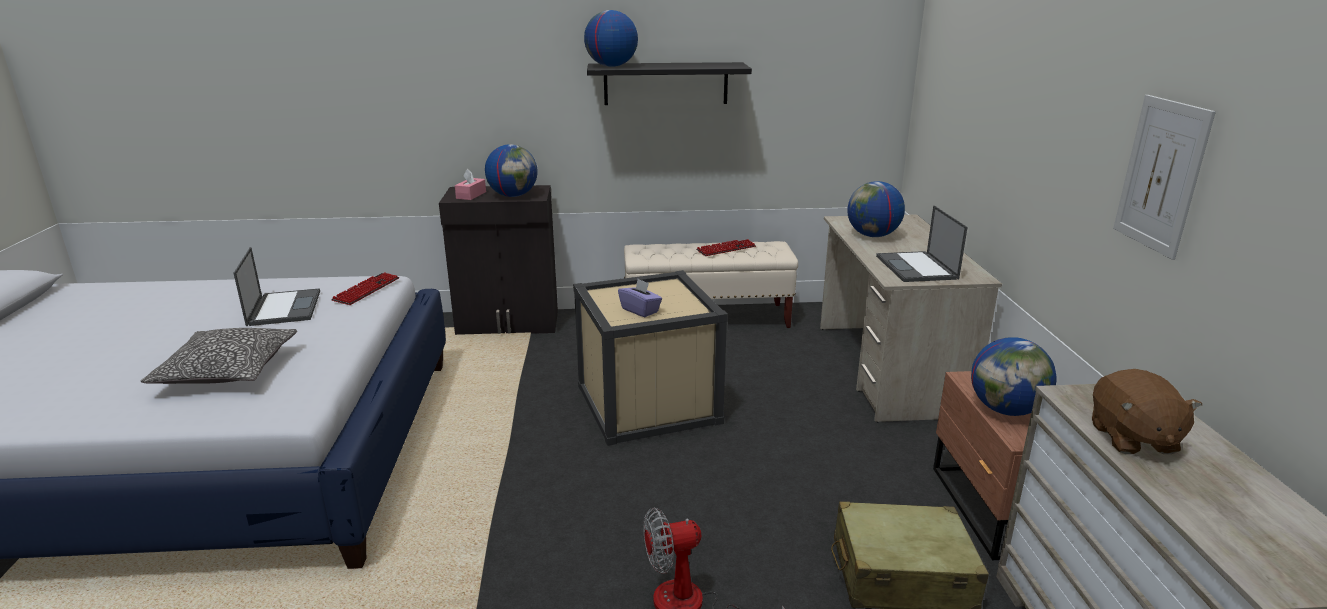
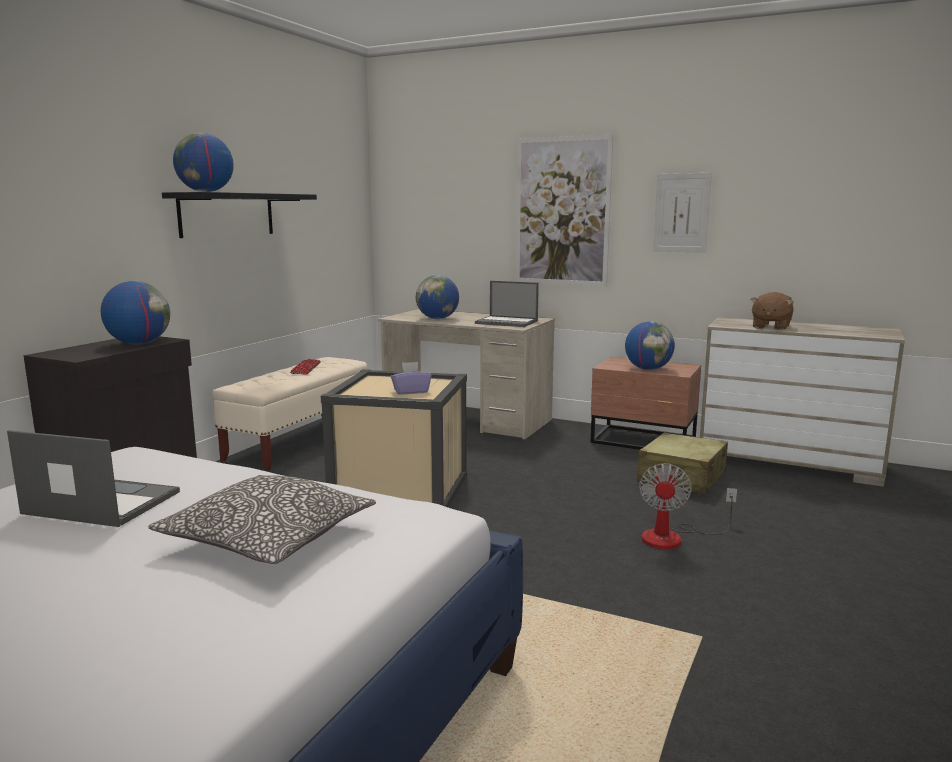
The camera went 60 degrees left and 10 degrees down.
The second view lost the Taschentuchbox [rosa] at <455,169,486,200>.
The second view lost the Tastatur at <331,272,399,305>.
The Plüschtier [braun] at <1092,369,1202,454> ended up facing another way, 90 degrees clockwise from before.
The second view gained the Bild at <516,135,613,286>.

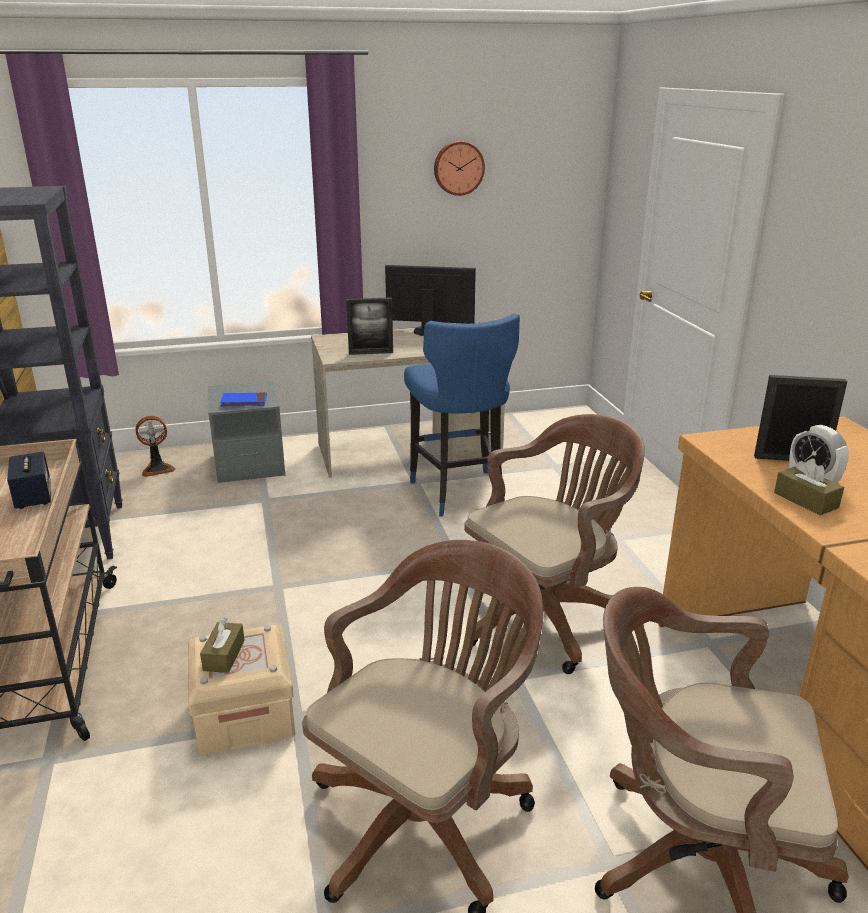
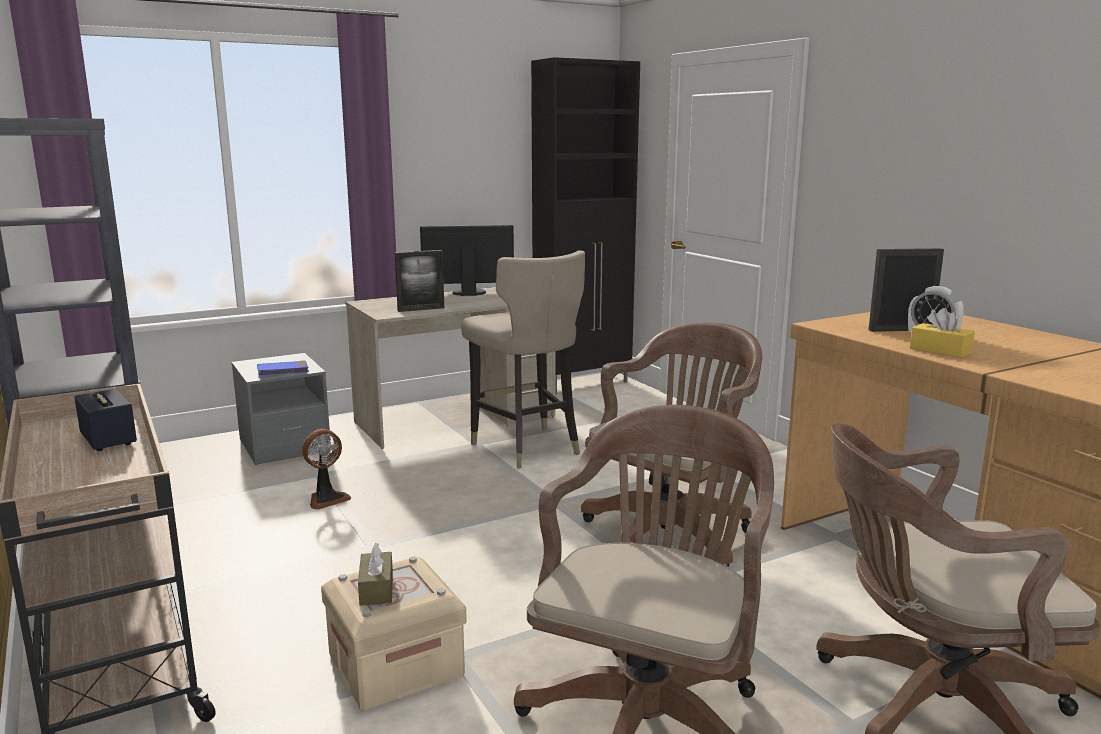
The camera went 15 degrees left and 10 degrees down.
The second view lost the Wanduhr at <434,141,485,196>.
What was the Hocker [blau] at <404,313,520,517> turned into the Hocker [beige] at <461,250,585,469>.
The Ventilator ended up elsewhere, having gone from <135,416,175,477> to <302,429,351,509>.
What was the Taschentuchbox [braun] at <774,458,844,515> turned into the Taschentuchbox [gelb] at <910,308,975,358>.
The second view gained the Schrank [schwarz] at <531,57,640,395>.

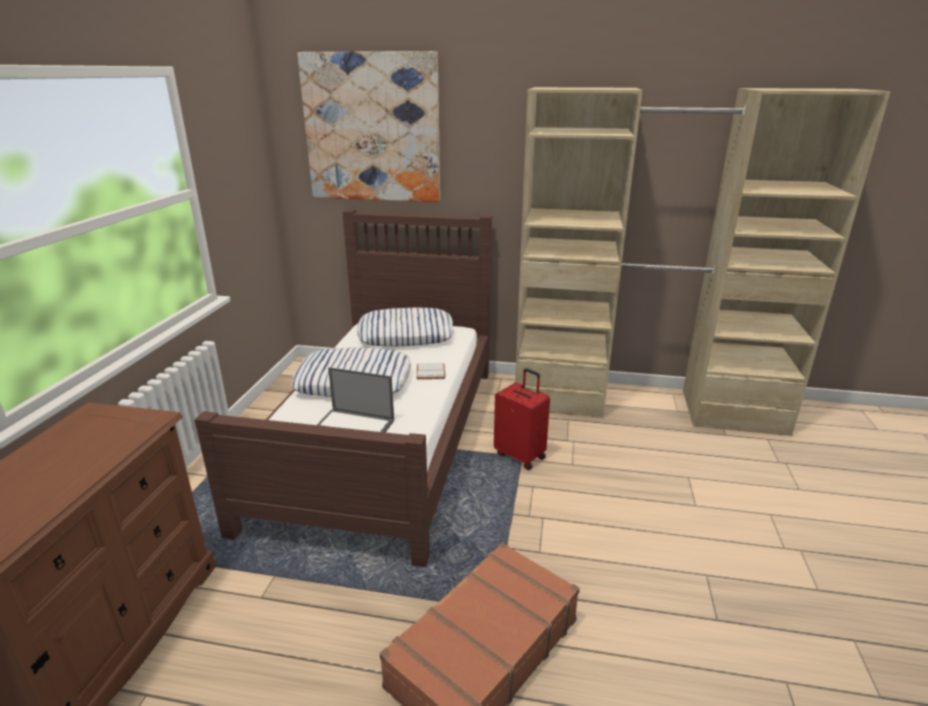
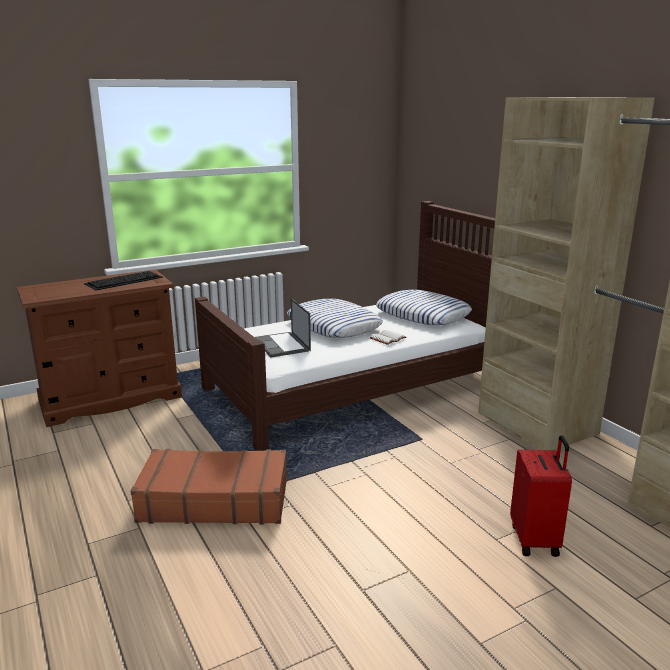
The camera went 50 degrees right and 5 degrees down.
The second view lost the Bild at <297,51,440,202>.
The Koffer [rot] ended up elsewhere, having gone from <494,368,550,470> to <510,435,572,557>.
The second view gained the Tastatur at <84,271,163,290>.

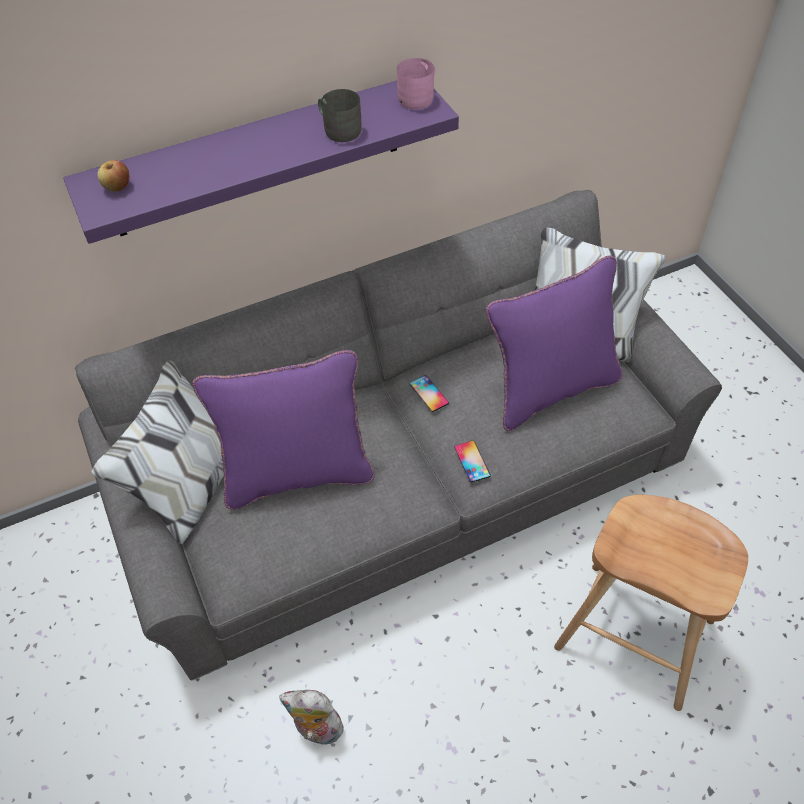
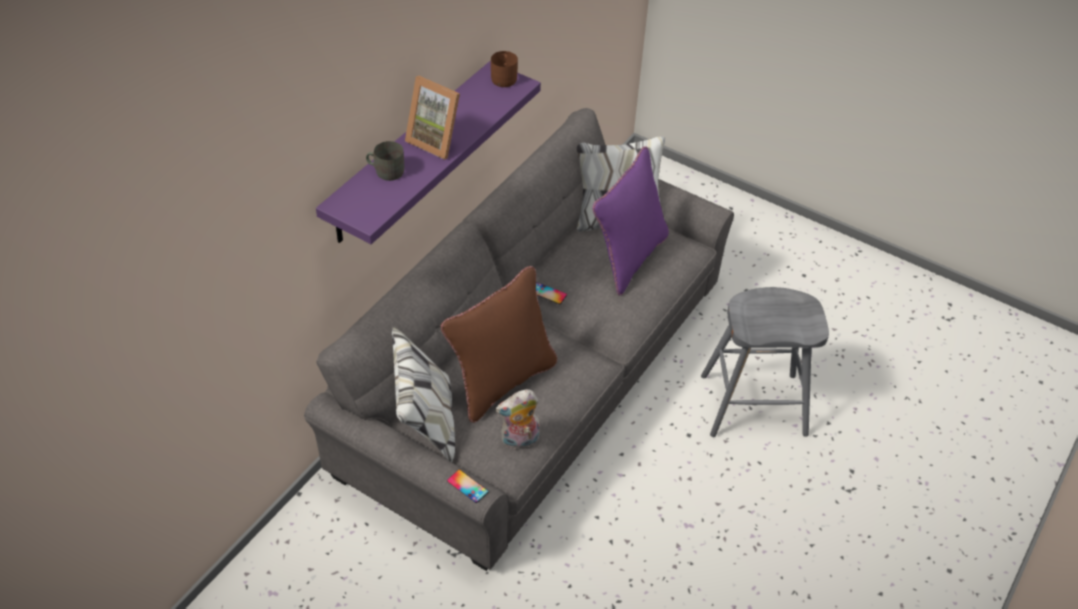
The camera went 35 degrees left and 5 degrees down.
What was the Henkelbecher [rosa] at <397,58,435,109> turned into the Henkelbecher [braun] at <491,51,518,87>.
The Henkelbecher [grau] ended up elsewhere, having gone from <318,89,362,142> to <366,141,404,181>.
The second view lost the Apfel at <97,160,129,192>.
What was the Kissen [lila] at <192,350,375,510> turned into the Kissen [braun] at <441,266,557,423>.
The Handy ended up elsewhere, having gone from <455,441,491,482> to <447,469,489,503>.
What was the Hocker [braun] at <554,495,748,711> turned into the Hocker [grau] at <701,287,829,437>.
The Plüschtier ended up elsewhere, having gone from <279,690,344,745> to <495,389,539,449>.
The second view gained the Bilderrahmen at <405,76,460,160>.

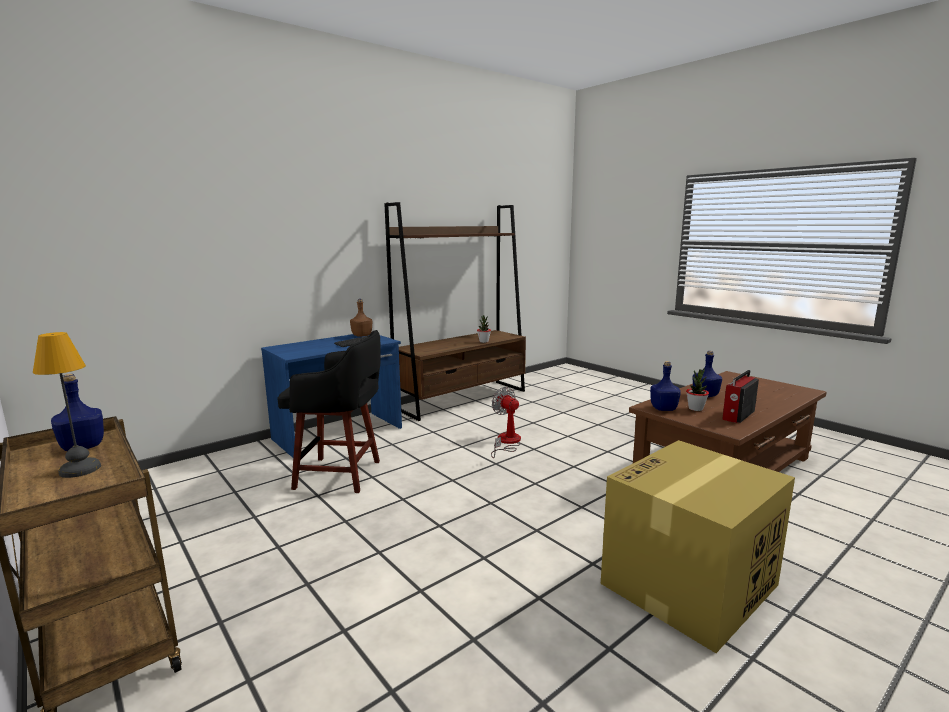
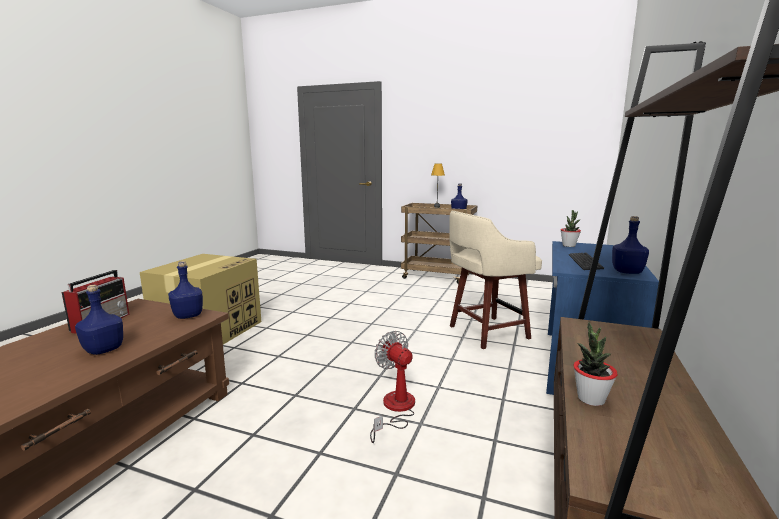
The camera went 150 degrees right and 0 degrees up.
What was the Flasche [braun] at <350,299,372,337> turned into the Flasche [blau] at <612,216,649,274>.
What was the Hocker [schwarz] at <277,330,381,493> turned into the Hocker [beige] at <449,210,542,349>.
The Topfpflanze ended up elsewhere, having gone from <686,368,709,411> to <561,210,581,247>.
The Ventilator at <491,387,521,458> ended up facing another way, 150 degrees counterclockwise from before.

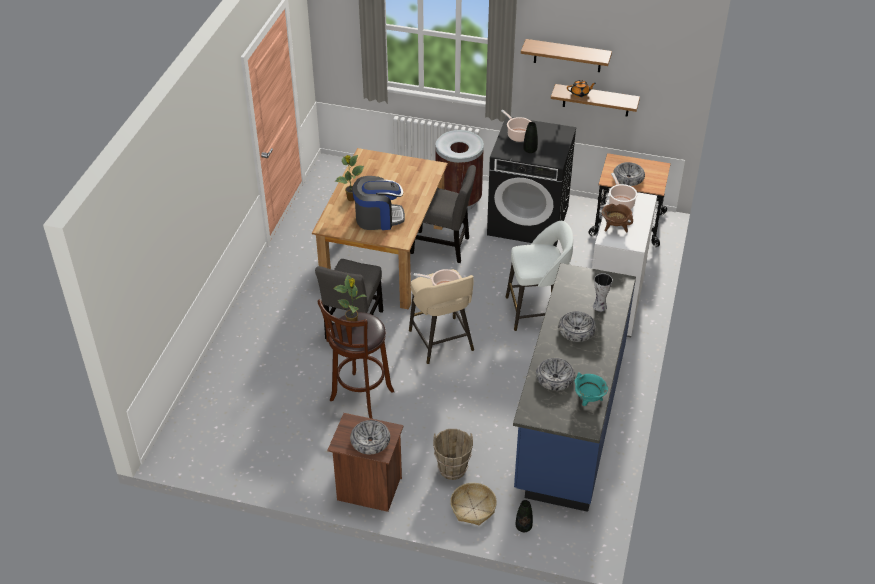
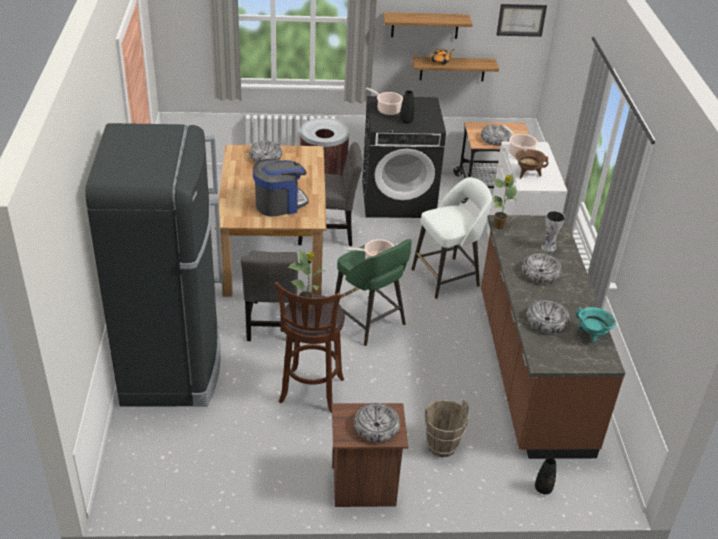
The camera went 20 degrees left and 5 degrees down.
The Topfpflanze ended up elsewhere, having gone from <335,155,364,201> to <493,174,517,229>.
What was the Küchenzeile [blau] at <513,263,636,512> turned into the Küchenzeile [braun] at <481,215,625,459>.
What was the Hocker [beige] at <409,269,474,364> turned into the Hocker [grün] at <335,239,412,346>.
The second view lost the Korb at <451,483,497,525>.
The second view gained the Bild at <496,4,547,37>.
The second view gained the Kühlschrank [schwarz] at <85,123,223,407>.
The second view gained the Schüssel at <249,141,283,162>.

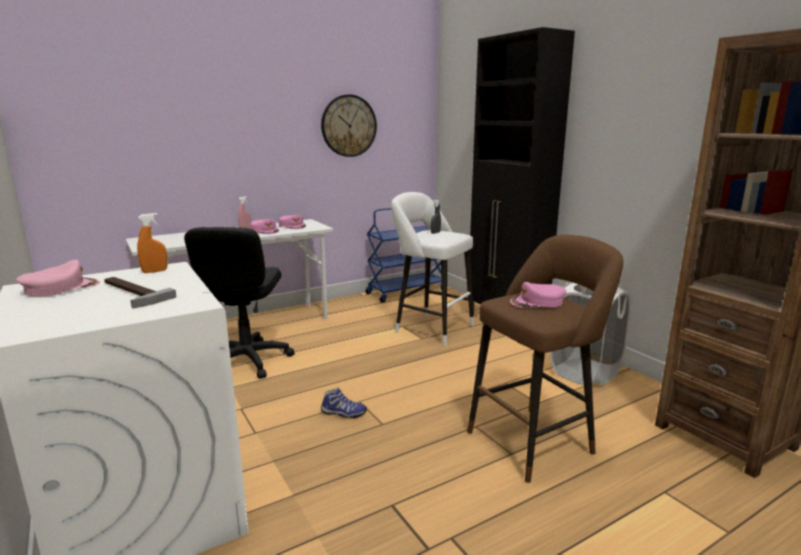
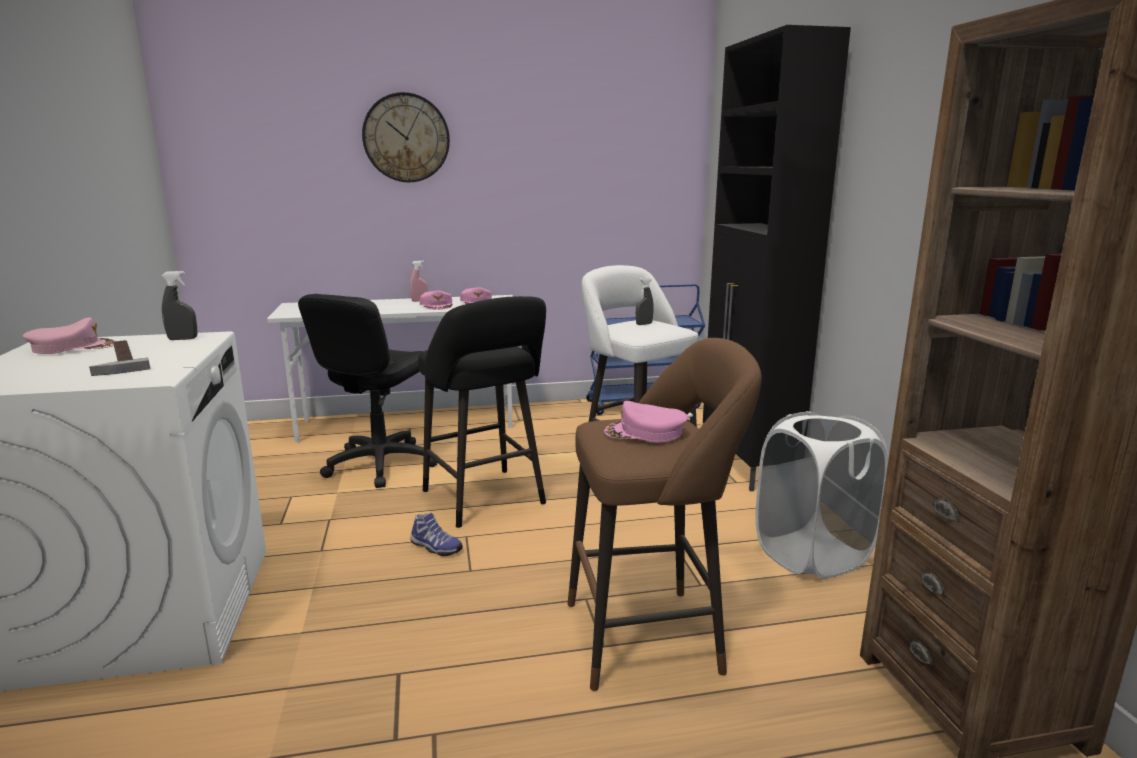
The camera went 20 degrees right and 0 degrees up.
The Wanduhr ended up elsewhere, having gone from <321,94,377,157> to <362,92,450,182>.
What was the Sprühflasche [orange] at <137,213,167,273> turned into the Sprühflasche [grau] at <161,271,197,340>.
The second view gained the Hocker [schwarz] at <418,296,546,528>.

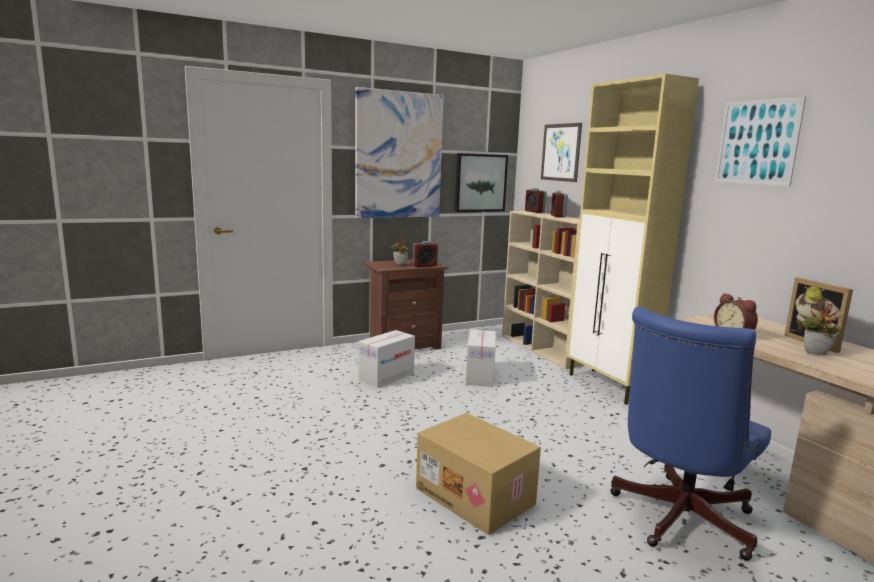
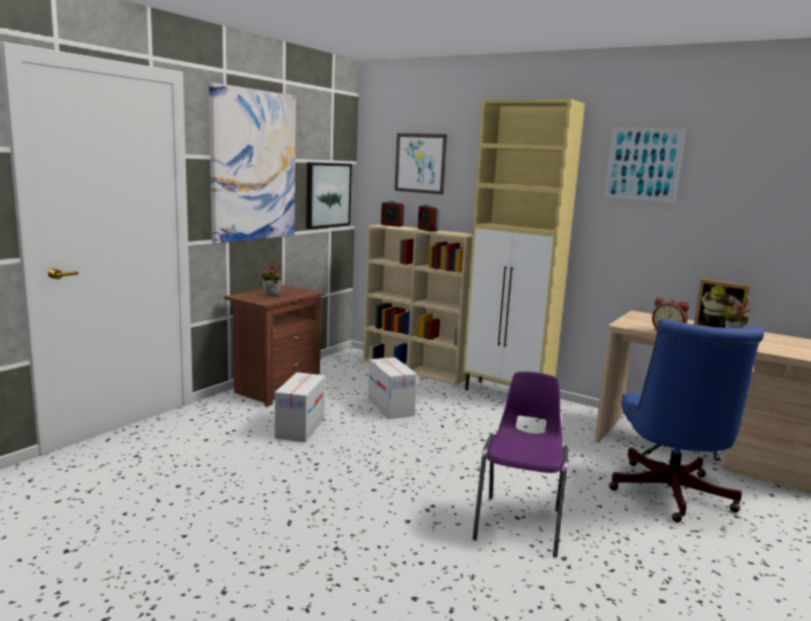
The camera went 30 degrees left and 0 degrees up.
The second view lost the Wecker at <413,241,438,267>.
Where the Karton stood at <416,413,541,535>, the Stuhl [lila] came to stand at <473,372,568,557>.

